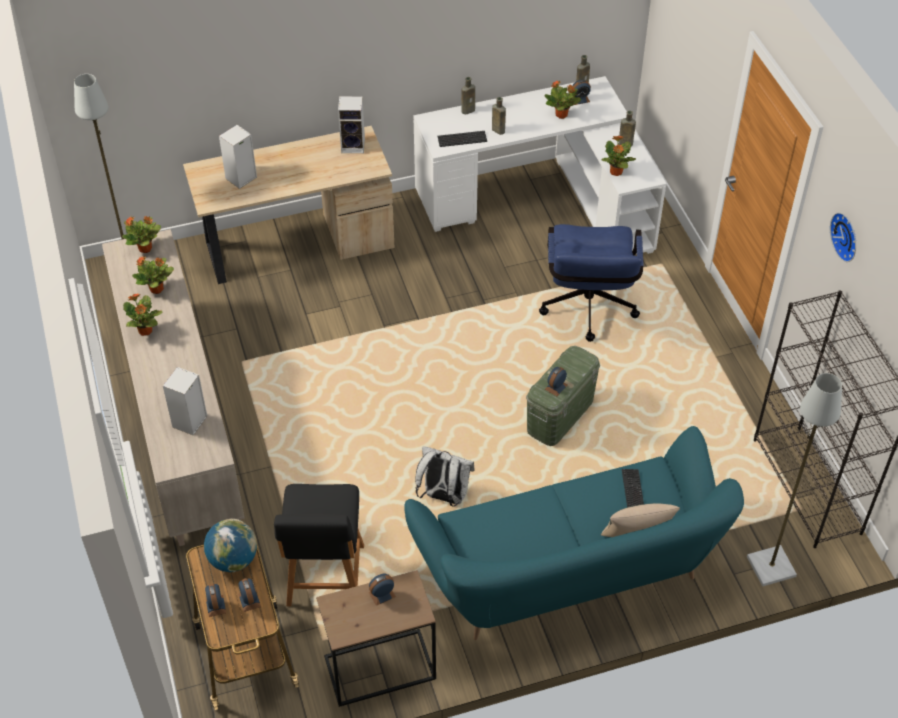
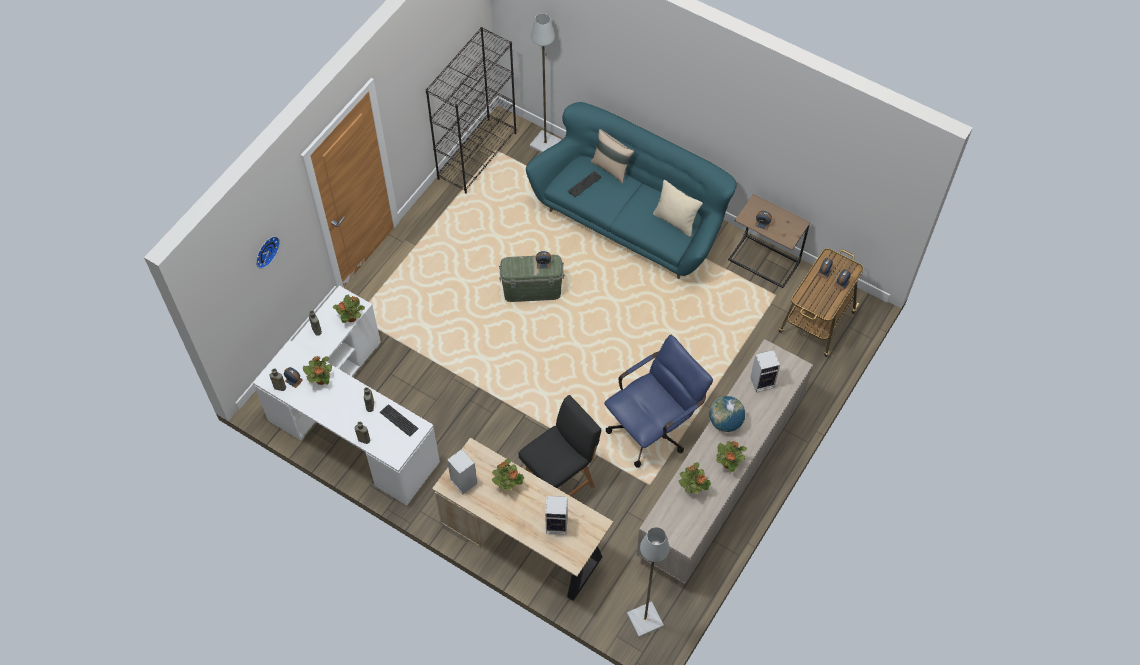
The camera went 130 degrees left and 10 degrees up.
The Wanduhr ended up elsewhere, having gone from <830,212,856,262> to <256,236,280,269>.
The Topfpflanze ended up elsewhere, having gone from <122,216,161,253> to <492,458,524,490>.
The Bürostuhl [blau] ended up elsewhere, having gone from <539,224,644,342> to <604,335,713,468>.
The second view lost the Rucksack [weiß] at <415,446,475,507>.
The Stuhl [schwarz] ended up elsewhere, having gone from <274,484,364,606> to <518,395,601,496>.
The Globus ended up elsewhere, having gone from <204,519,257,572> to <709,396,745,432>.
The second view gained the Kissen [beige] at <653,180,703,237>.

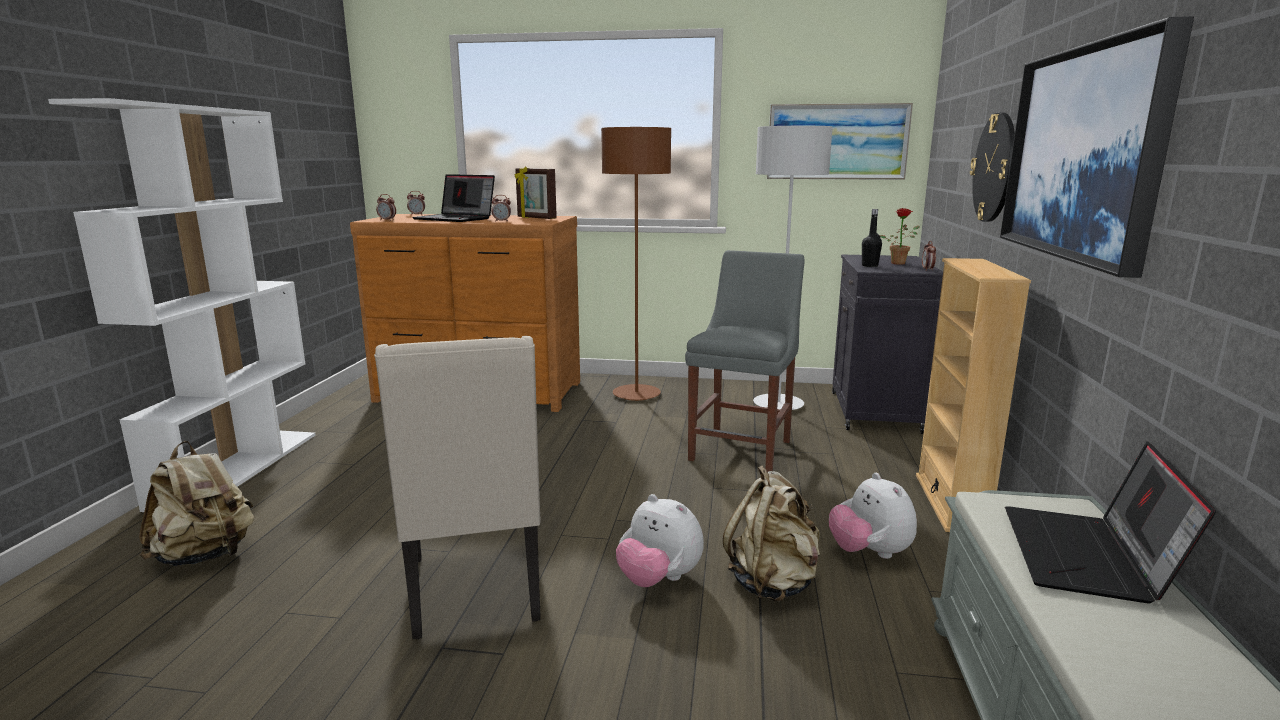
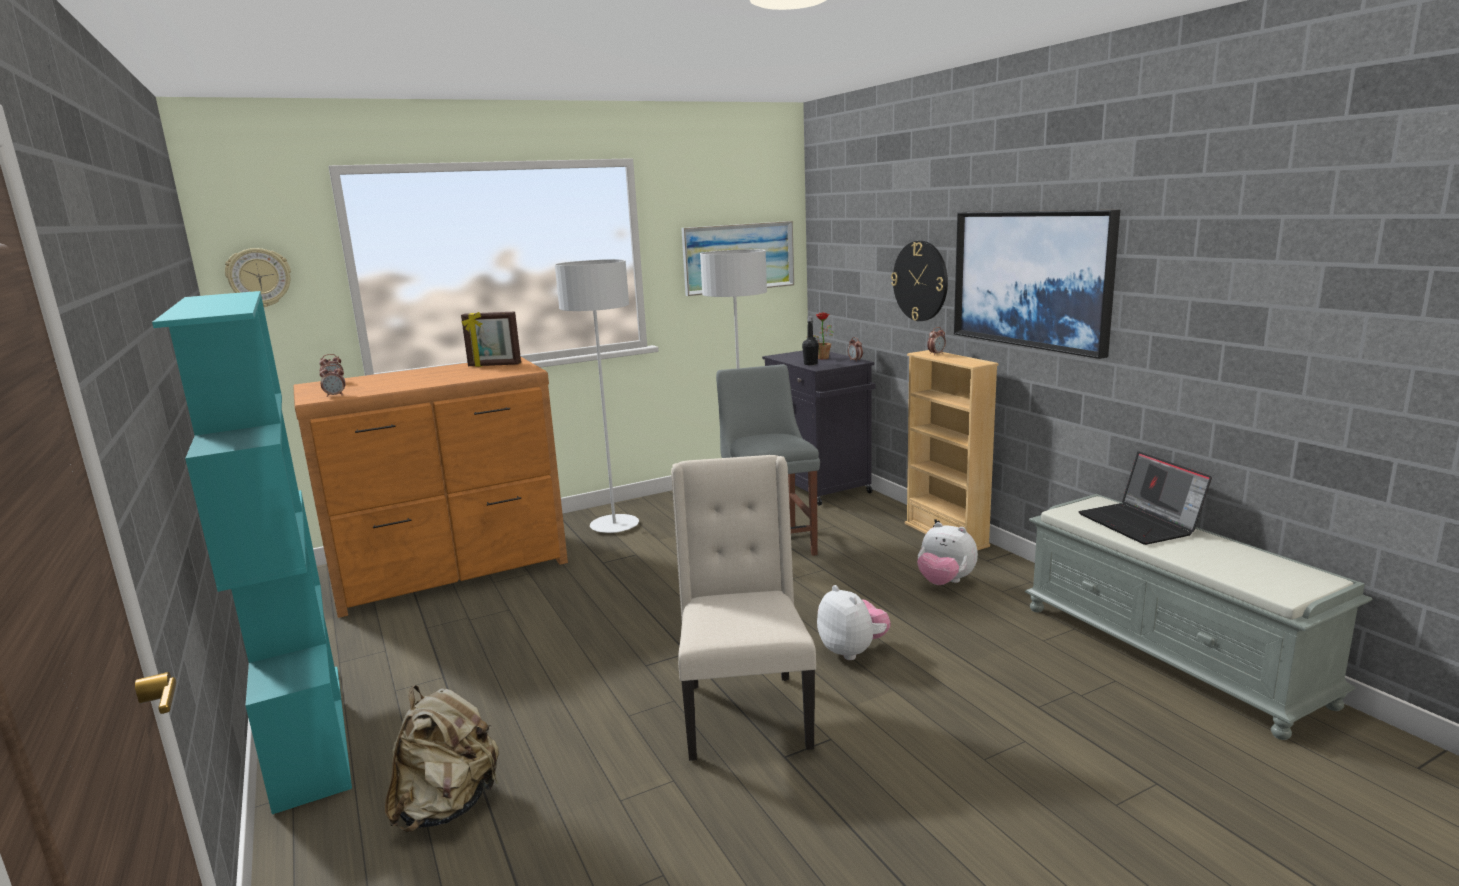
The camera went 35 degrees left and 0 degrees up.
What was the Bücherregal [weiß] at <48,98,316,512> turned into the Bücherregal [türkis] at <152,291,352,814>.
What was the Stehlampe [braun] at <601,127,671,401> turned into the Stehlampe [grau] at <555,259,639,533>.
The second view lost the Laptop at <412,174,495,222>.
The Wecker ended up elsewhere, having gone from <491,195,511,222> to <927,327,946,355>.
The Stuhl [beige] at <374,336,541,639> ended up facing another way, 135 degrees counterclockwise from before.
The second view lost the Rucksack [beige] at <723,465,820,602>.
The Plüschtier at <616,494,704,587> ended up facing another way, 120 degrees counterclockwise from before.
The second view gained the Wanduhr at <225,248,291,307>.

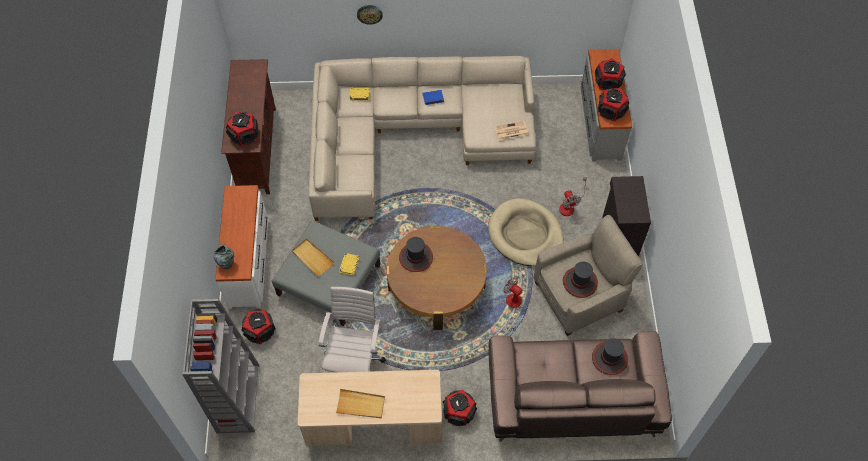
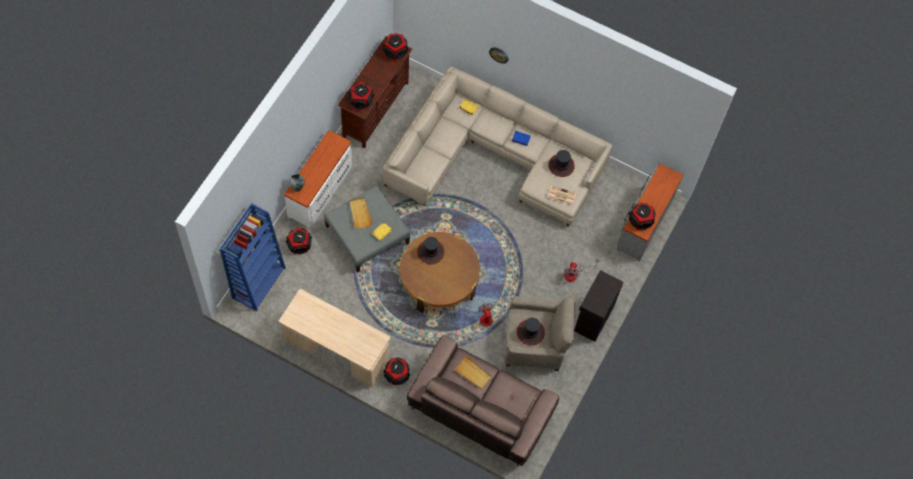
The camera went 25 degrees right and 5 degrees up.
The Lautsprecher ended up elsewhere, having gone from <595,58,626,90> to <383,33,408,61>.
The second view lost the Hundebett [beige] at <488,198,564,266>.
The second view lost the Bürostuhl [weiß] at <318,287,386,372>.
What was the Bücherregal [grau] at <182,299,260,433> turned into the Bücherregal [blau] at <220,203,286,311>.
The Hut ended up elsewhere, having gone from <592,338,628,375> to <548,150,575,177>.
The Tablett [beige] ended up elsewhere, having gone from <336,389,385,418> to <454,356,492,389>.

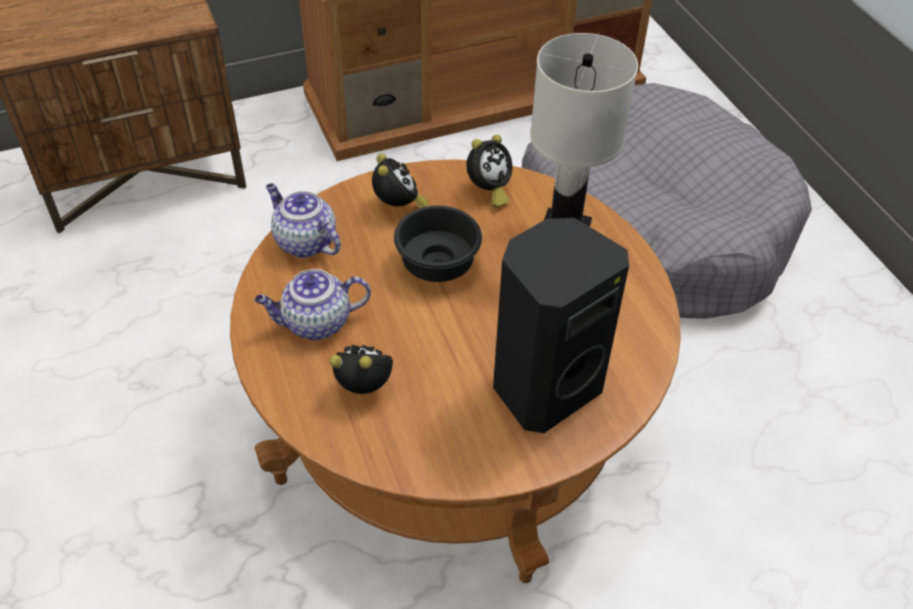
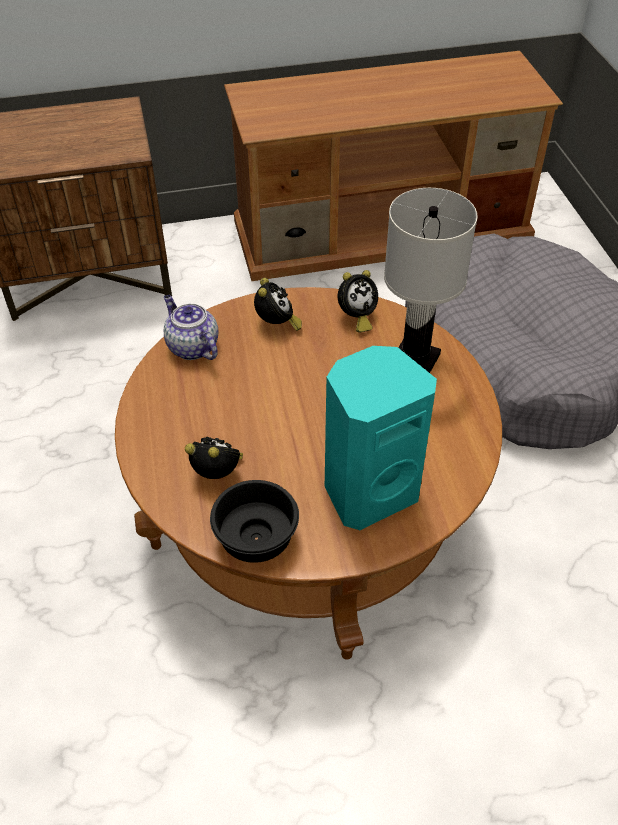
The camera went 10 degrees right and 0 degrees up.
The Schüssel [schwarz] ended up elsewhere, having gone from <394,206,482,282> to <210,480,299,563>.
What was the Lautsprecher [schwarz] at <493,218,629,433> turned into the Lautsprecher [türkis] at <325,346,437,530>.
The second view lost the Teekanne at <254,269,371,340>.

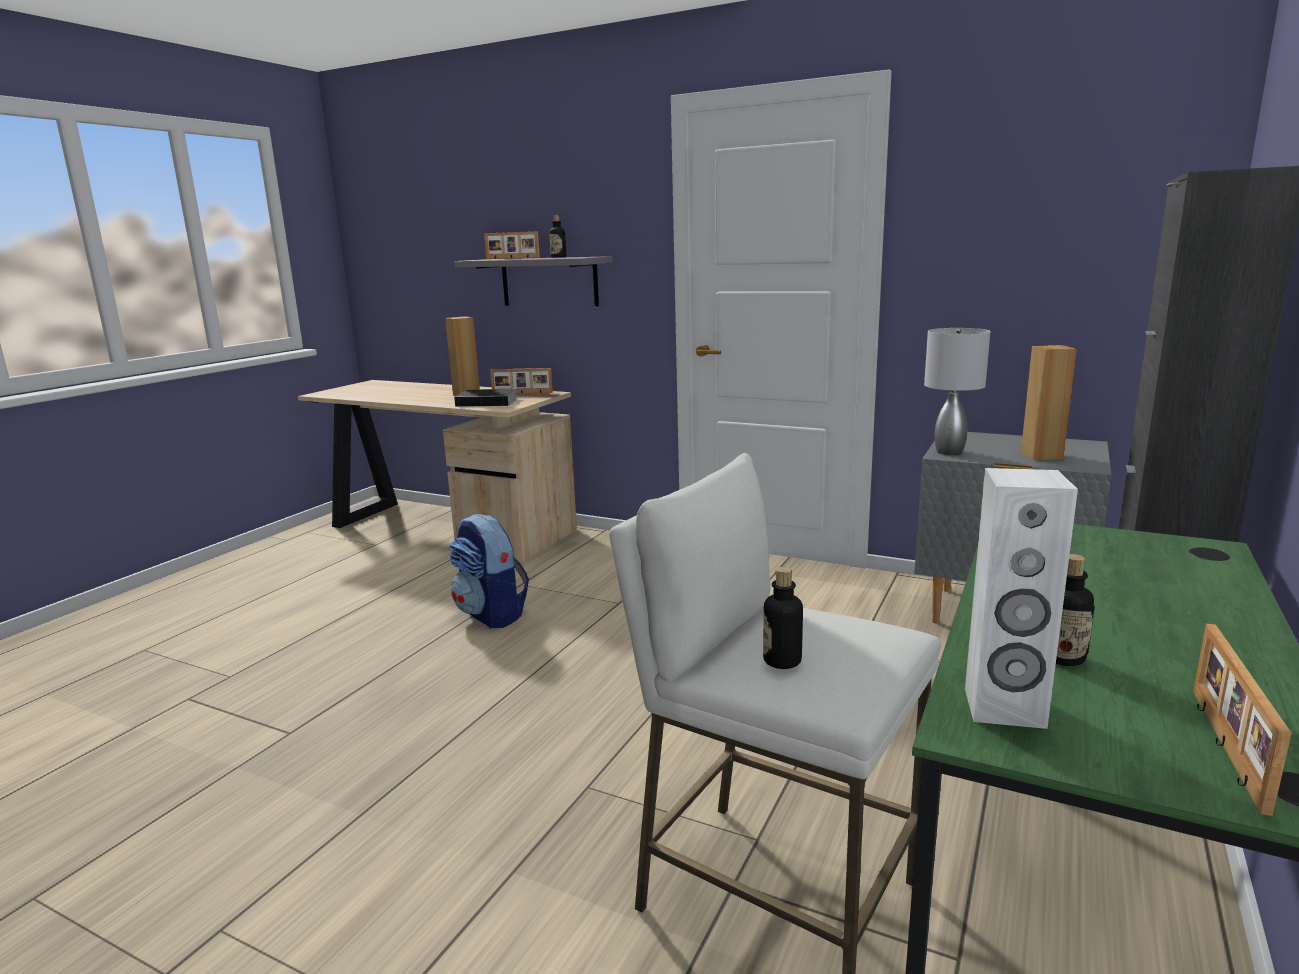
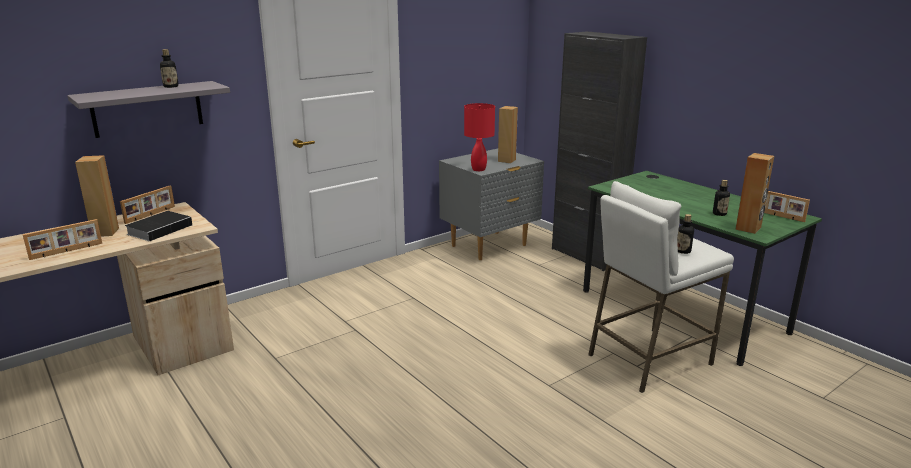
The camera went 65 degrees left and 5 degrees up.
The Bilderrahmen ended up elsewhere, having gone from <484,231,540,259> to <22,219,102,260>.
What was the Tischlampe [grau] at <924,328,990,455> turned into the Tischlampe [rot] at <464,103,495,171>.
What was the Lautsprecher [weiß] at <965,468,1078,729> turned into the Lautsprecher [braun] at <735,153,774,234>.
The second view lost the Rucksack at <449,514,529,629>.

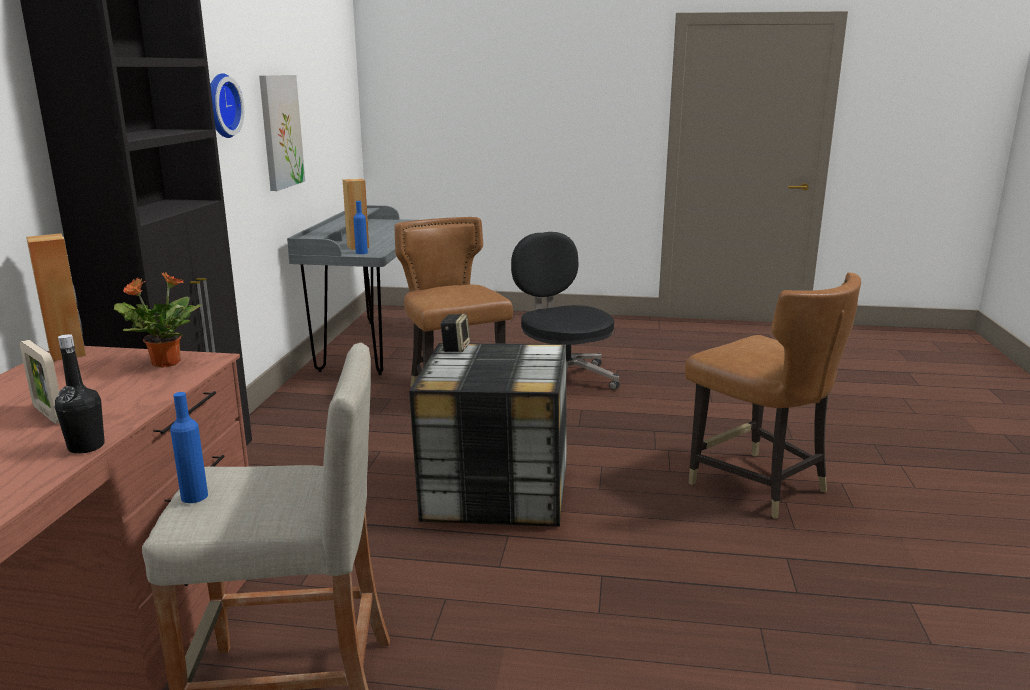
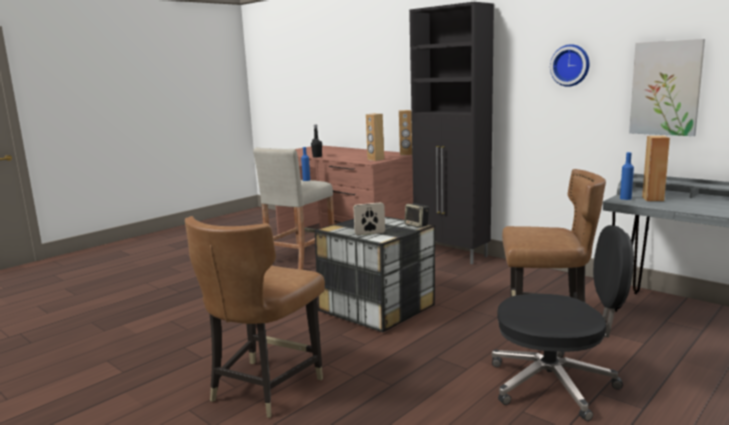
The camera went 125 degrees right and 5 degrees down.
Where the Topfpflanze stood at <114,272,202,368>, the Lautsprecher [braun] came to stand at <366,113,384,161>.
The Stuhl [braun] at <685,272,861,519> ended up facing another way, 60 degrees counterclockwise from before.
The Bilderrahmen ended up elsewhere, having gone from <20,340,59,424> to <353,202,385,235>.

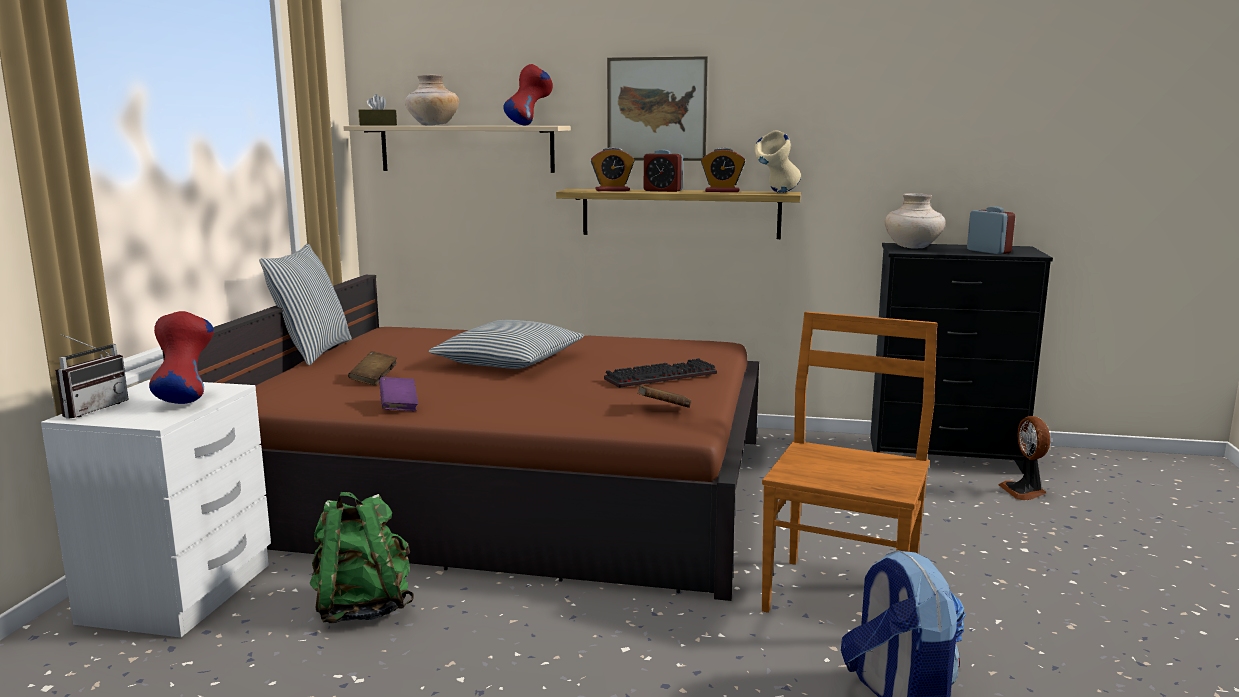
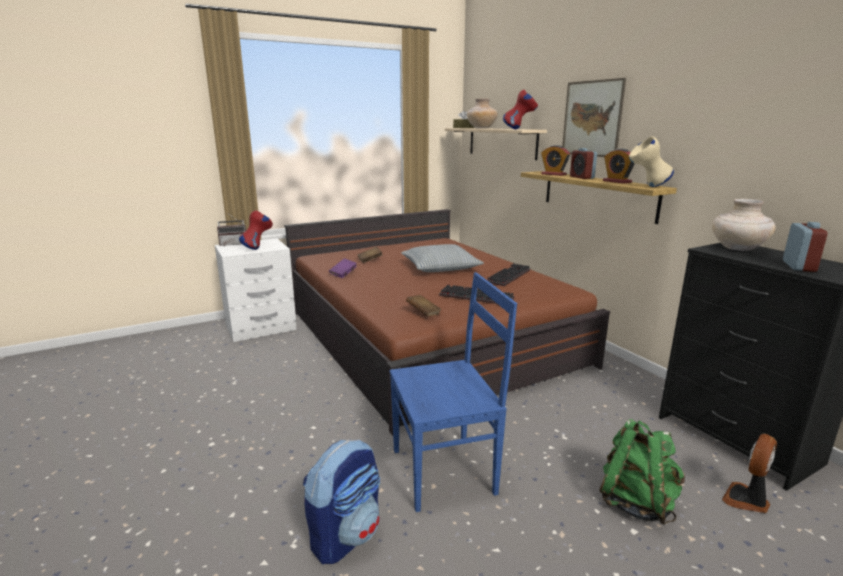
The camera went 50 degrees right and 5 degrees up.
The second view lost the Kissen at <259,243,352,366>.
What was the Stuhl [braun] at <762,311,938,613> turned into the Stuhl [blau] at <390,272,517,512>.
The Rucksack [grün] ended up elsewhere, having gone from <310,492,414,623> to <599,419,685,525>.
The second view gained the Tastatur at <487,263,530,286>.

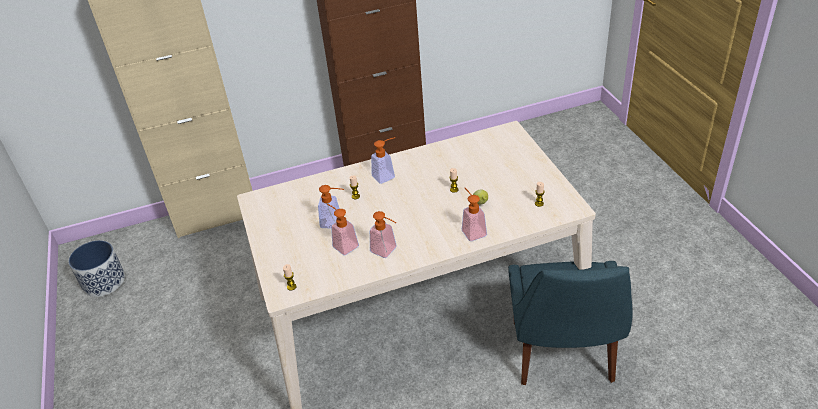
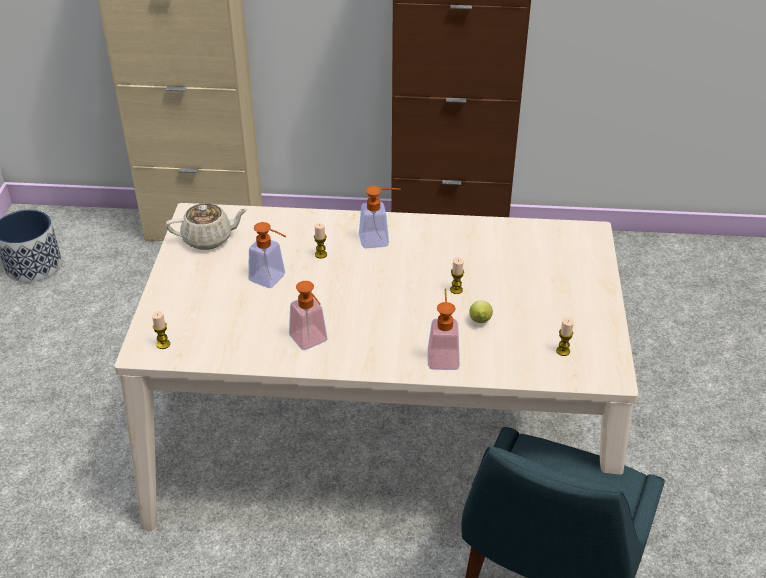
The camera went 20 degrees right and 0 degrees up.
The second view lost the Seifenspender at <327,204,359,255>.
The second view gained the Teekanne [beige] at <166,203,248,250>.

